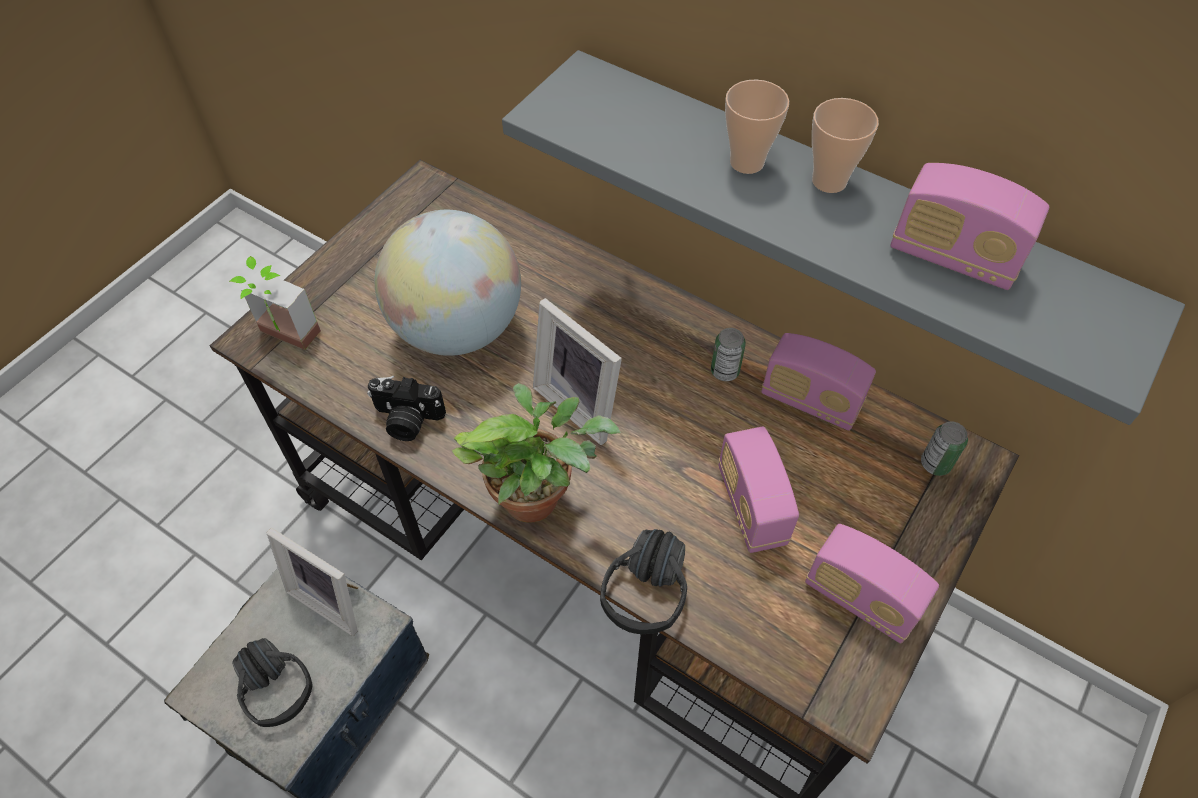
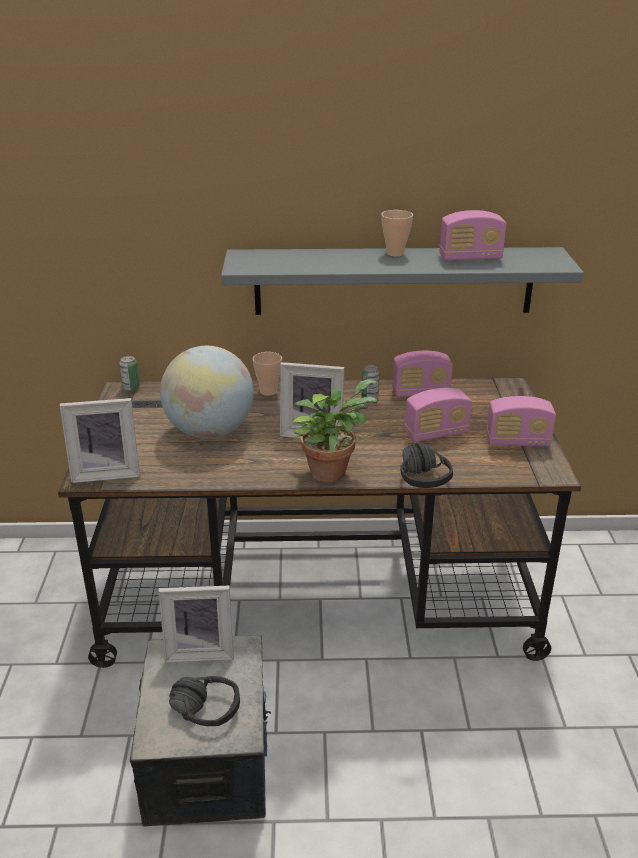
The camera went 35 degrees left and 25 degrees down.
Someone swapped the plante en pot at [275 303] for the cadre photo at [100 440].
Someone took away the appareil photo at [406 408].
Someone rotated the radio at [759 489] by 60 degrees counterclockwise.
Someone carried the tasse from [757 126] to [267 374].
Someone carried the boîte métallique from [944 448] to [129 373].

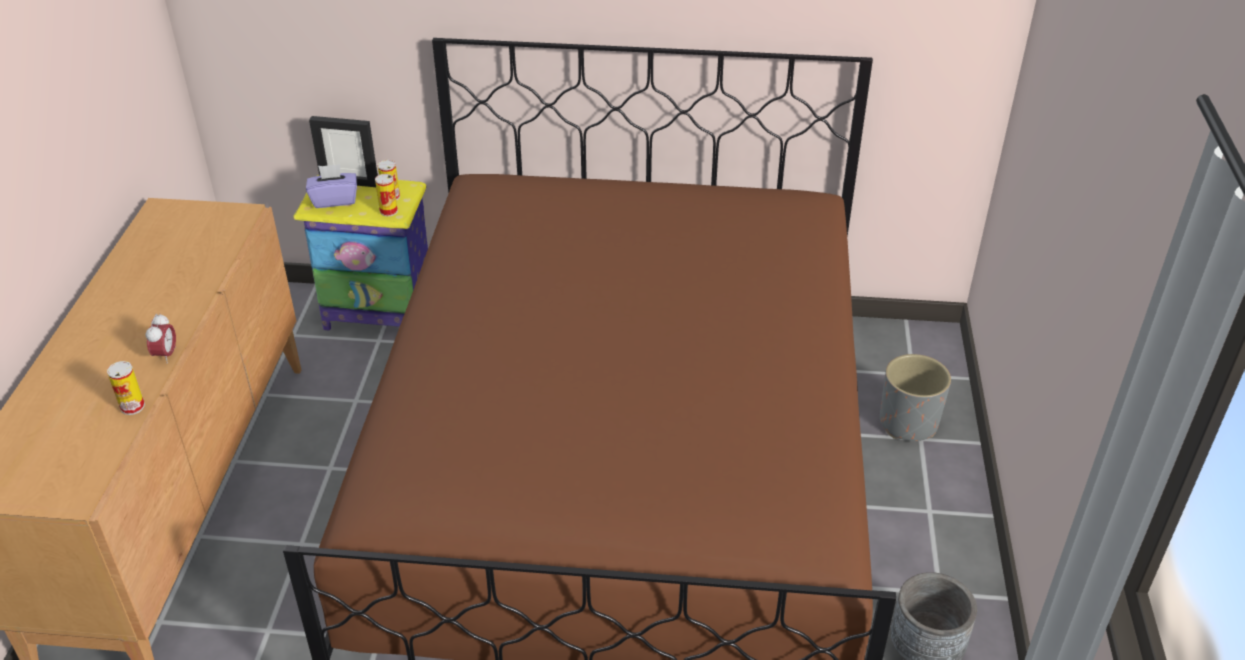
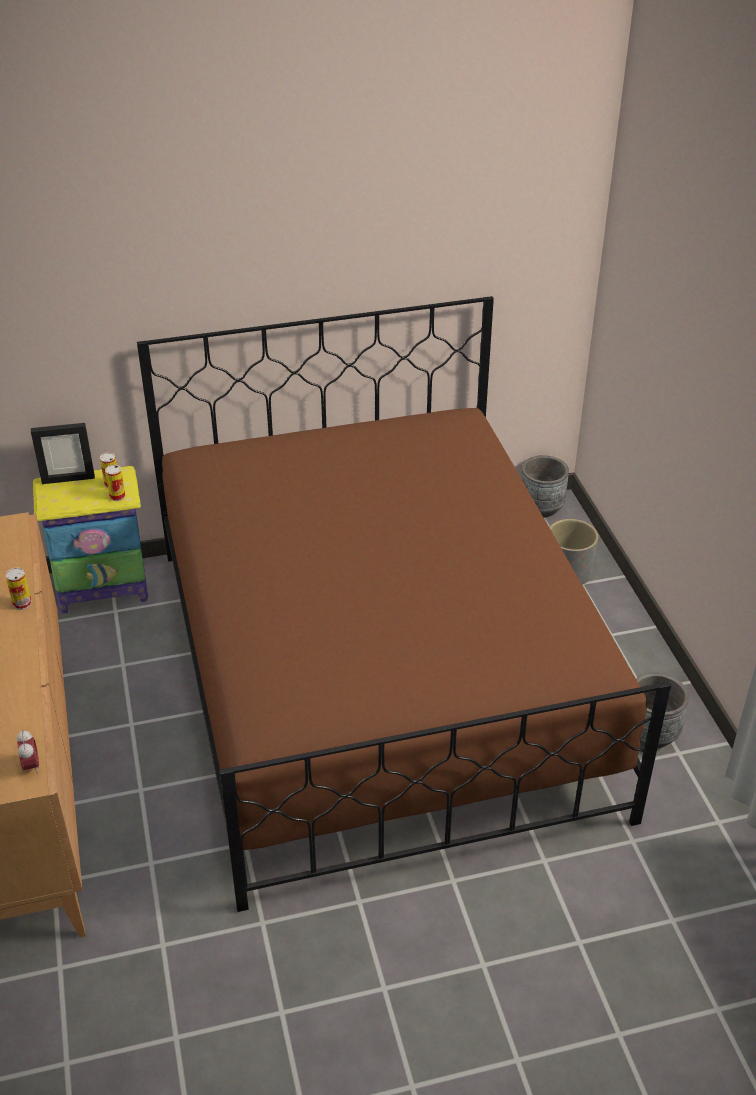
The camera went 20 degrees left and 0 degrees up.
Someone carried the boîte métallique from [126 388] to [18 588].
Someone carried the réveil from [161 338] to [28 752].
Someone took away the boîte à mouchoirs/violet at [331 186].
Someone put down the cache-pot/gris at [545 486].

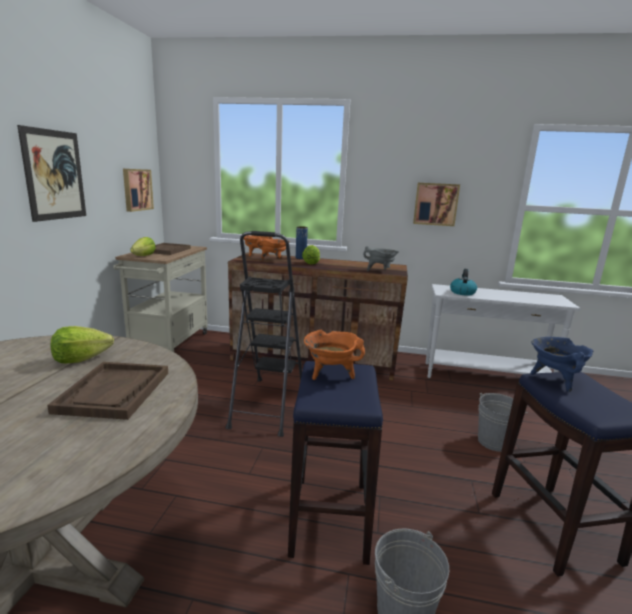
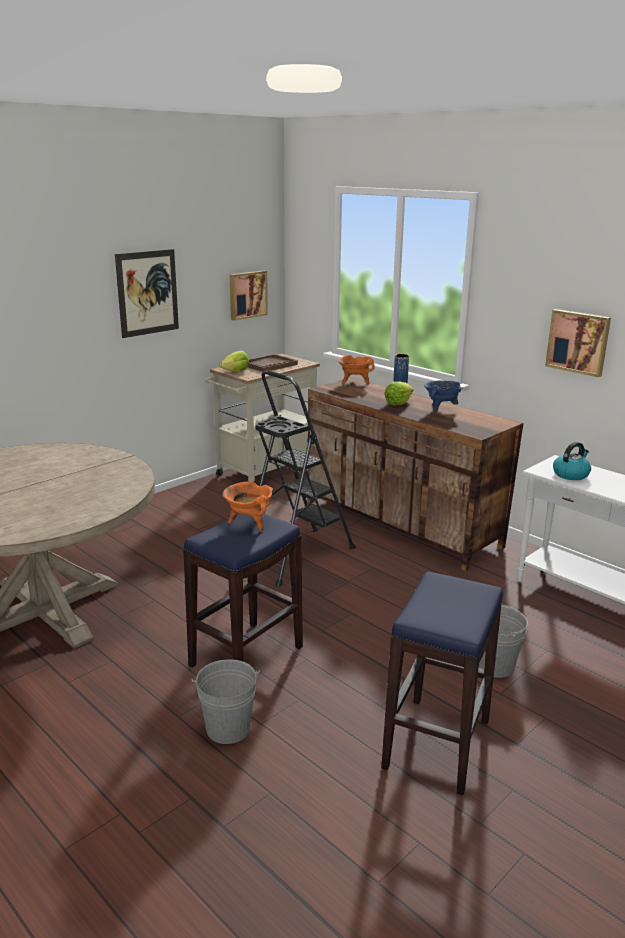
The camera went 35 degrees right and 5 degrees up.
Someone took away the plateau/marron at [107 391].
Someone took away the laitue at [82 344].
Someone took away the marmite/orange at [273 248].
Someone took away the marmite/gris at [381 258].
Someone carried the marmite/bleu from [561 364] to [443 397].

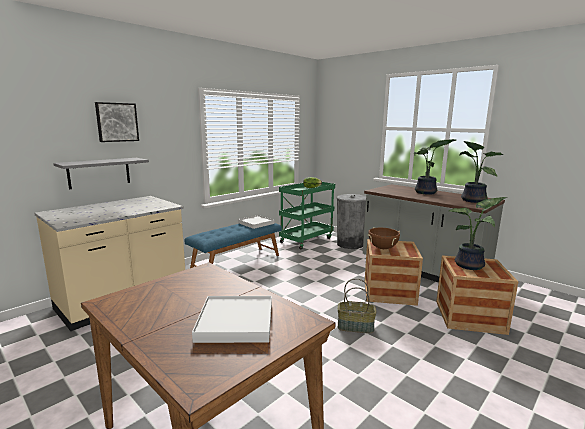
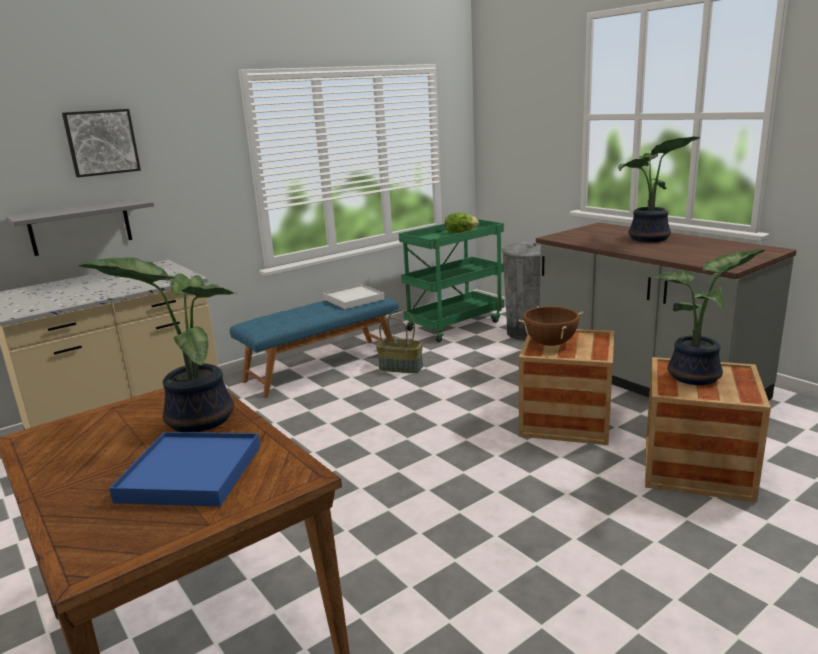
The camera went 10 degrees right and 5 degrees up.
Someone repainted the plateau/blanc at [232 319], which became the plateau/bleu at [184 469].
Someone carried the panier from [357 305] to [399 341].
Someone carried the plante en pot from [481 172] to [157 344].

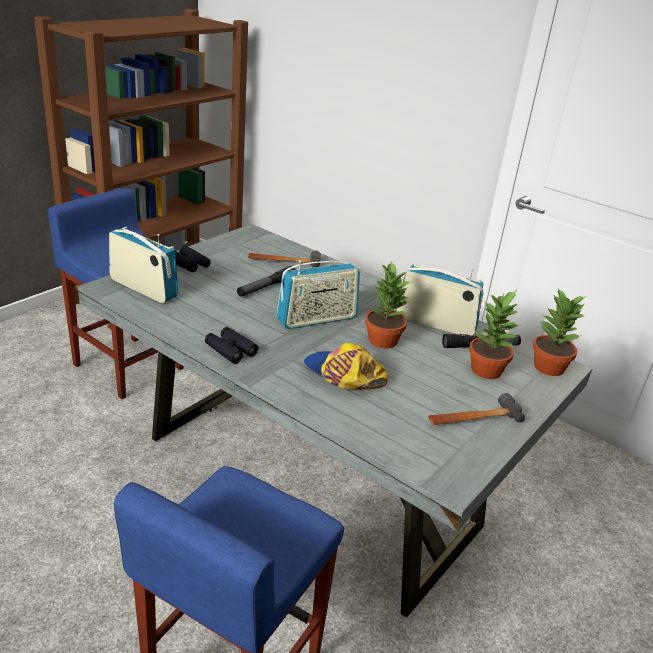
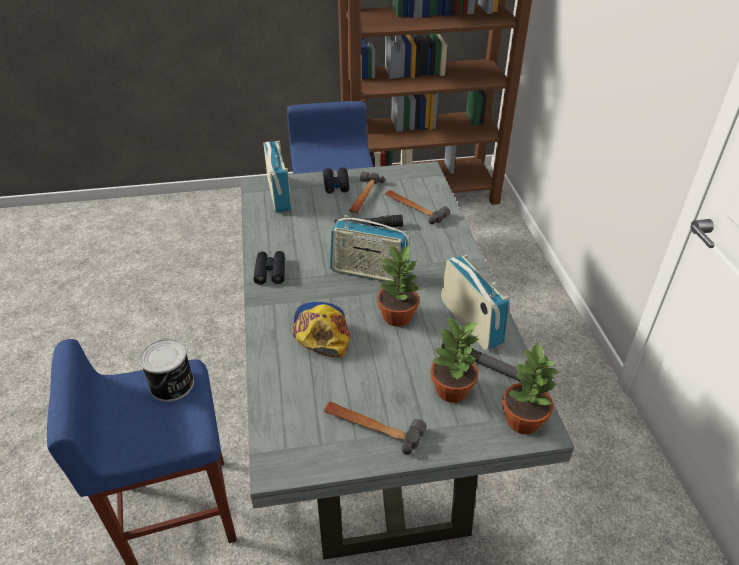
The camera went 45 degrees right and 10 degrees up.
Someone put down the boîte métallique at [167 370].
Someone put down the marteau at [367 192].

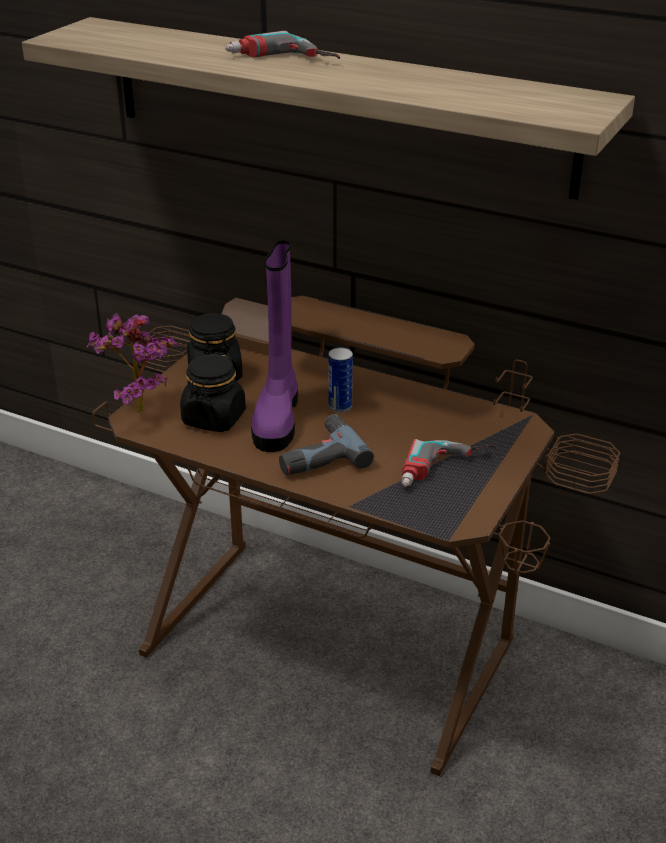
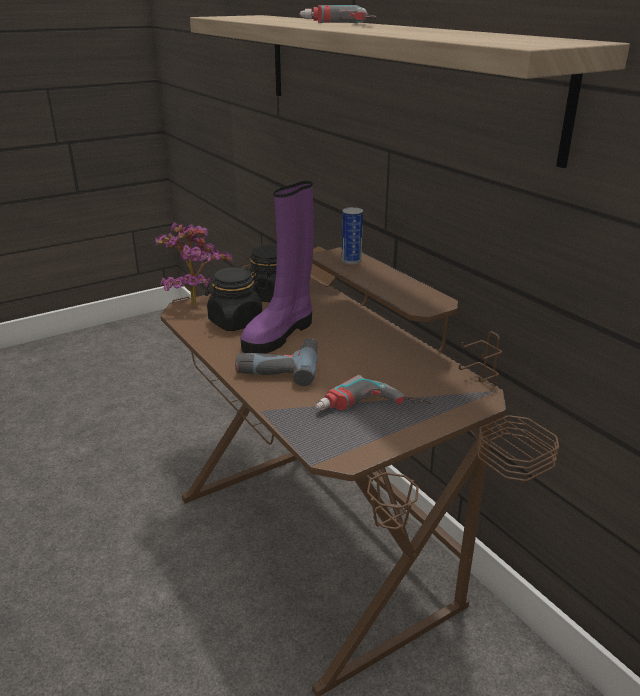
The camera went 30 degrees right and 5 degrees down.
Someone carried the boîte métallique from [340 380] to [352 235].

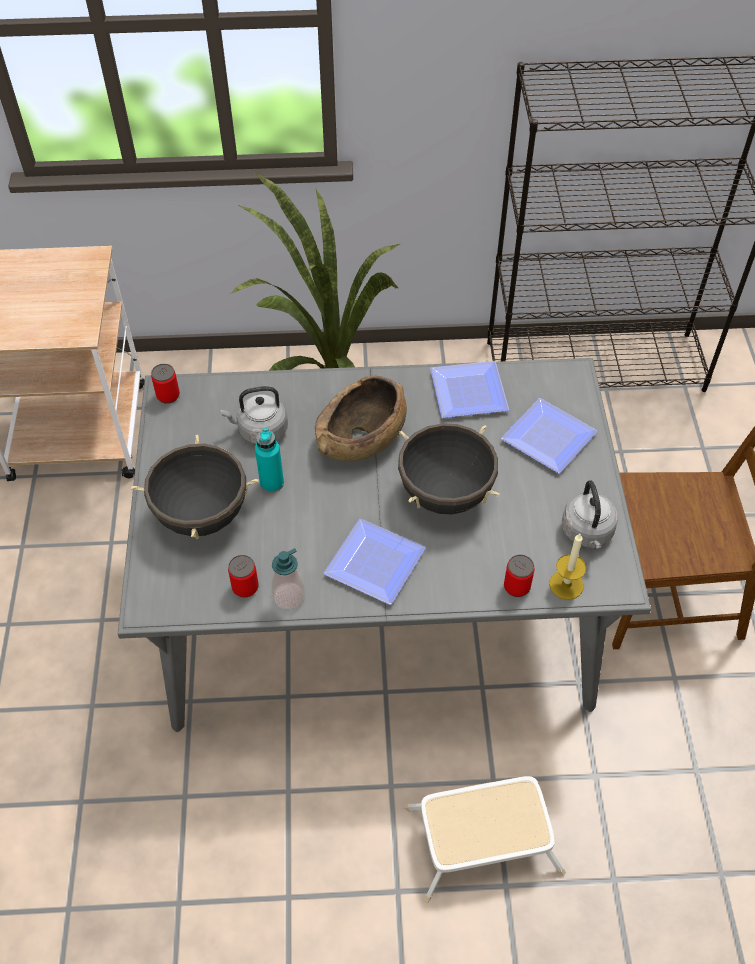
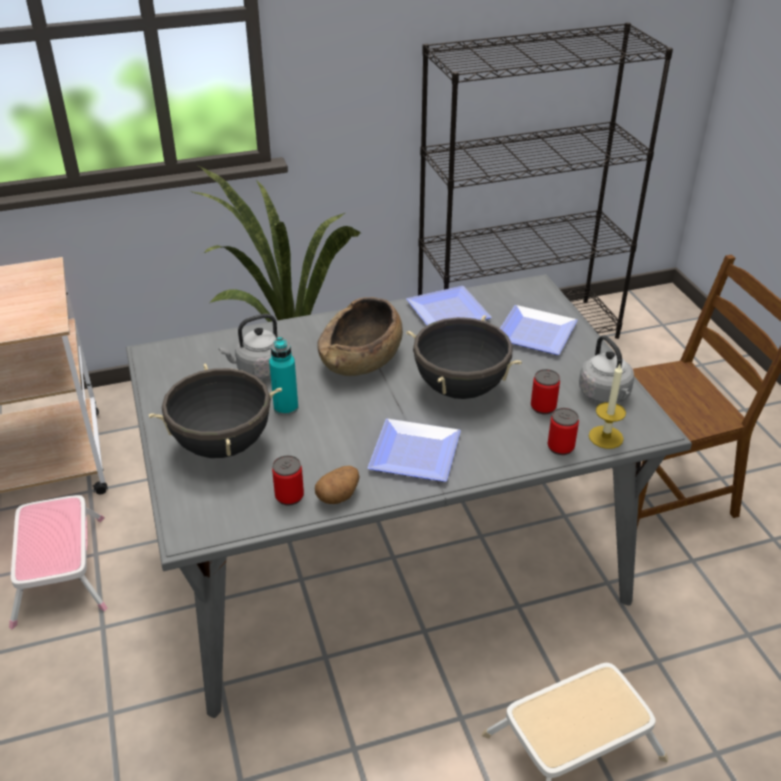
The camera went 15 degrees left and 15 degrees down.
Someone carried the boîte métallique from [165 384] to [545 391].
Someone swapped the distributeur de savon at [288 579] for the pomme de terre at [337 485].
Someone put down the escabeau/rose at [58 562].

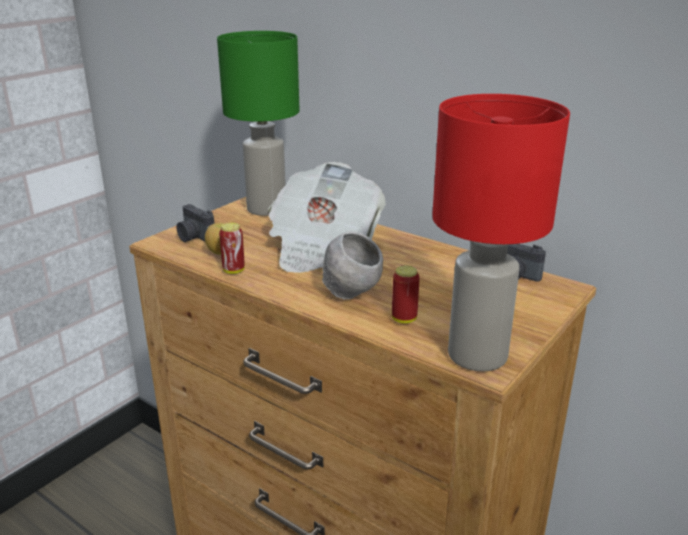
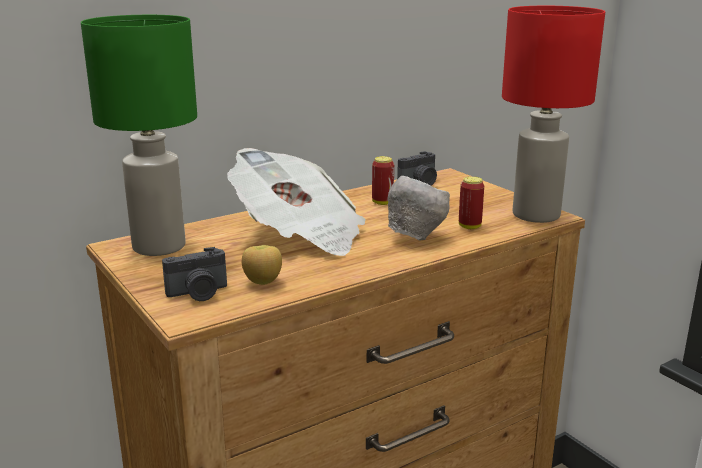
The camera went 70 degrees left and 5 degrees down.
Someone carried the boîte métallique from [232 248] to [383 180].

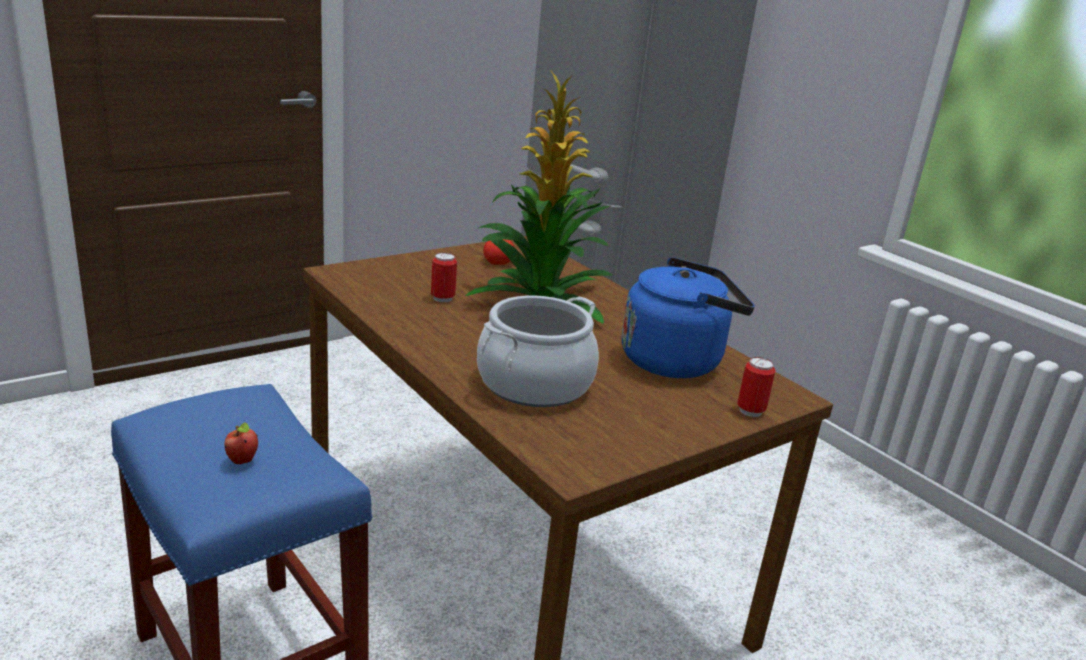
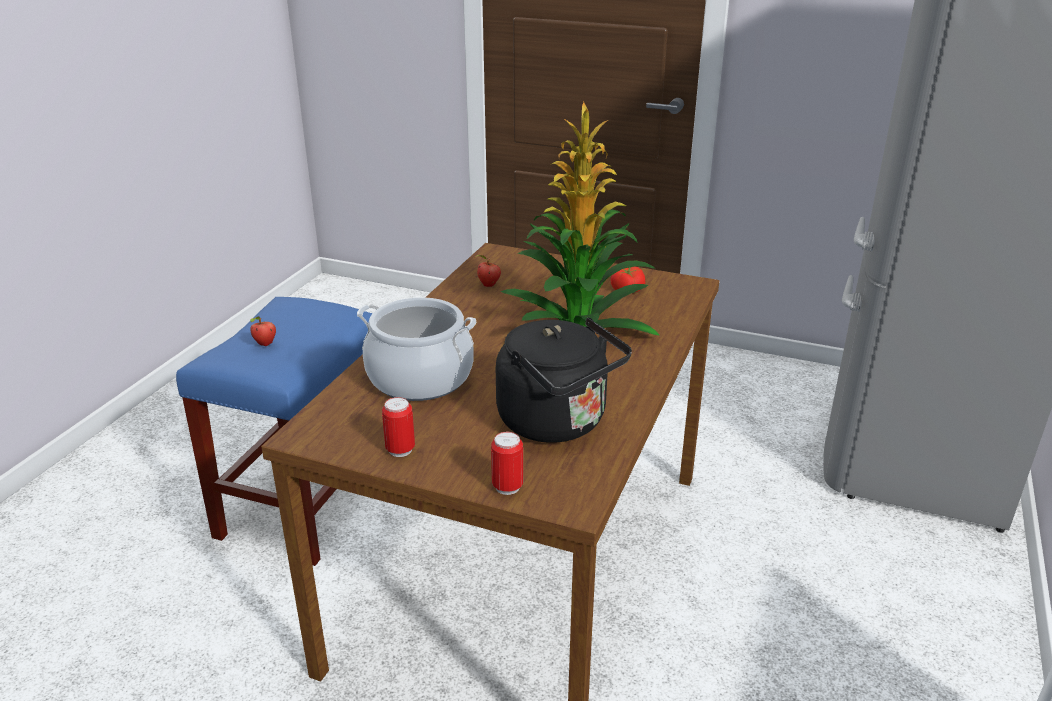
The camera went 60 degrees right and 5 degrees up.
Someone carried the boîte métallique from [444 277] to [398 427].
Someone repainted the bouilloire/bleu at [688 317], which became the bouilloire/noir at [564 380].
Someone put down the pomme at [487 271].

